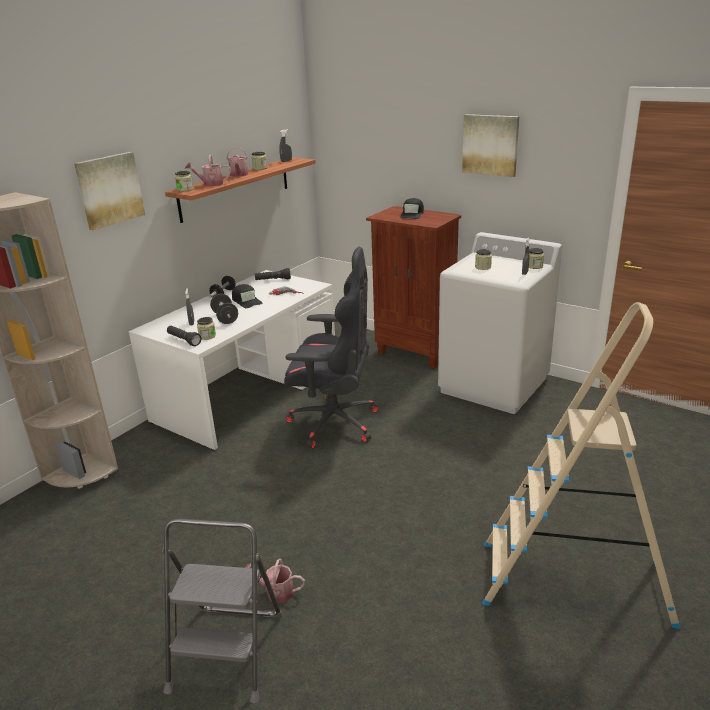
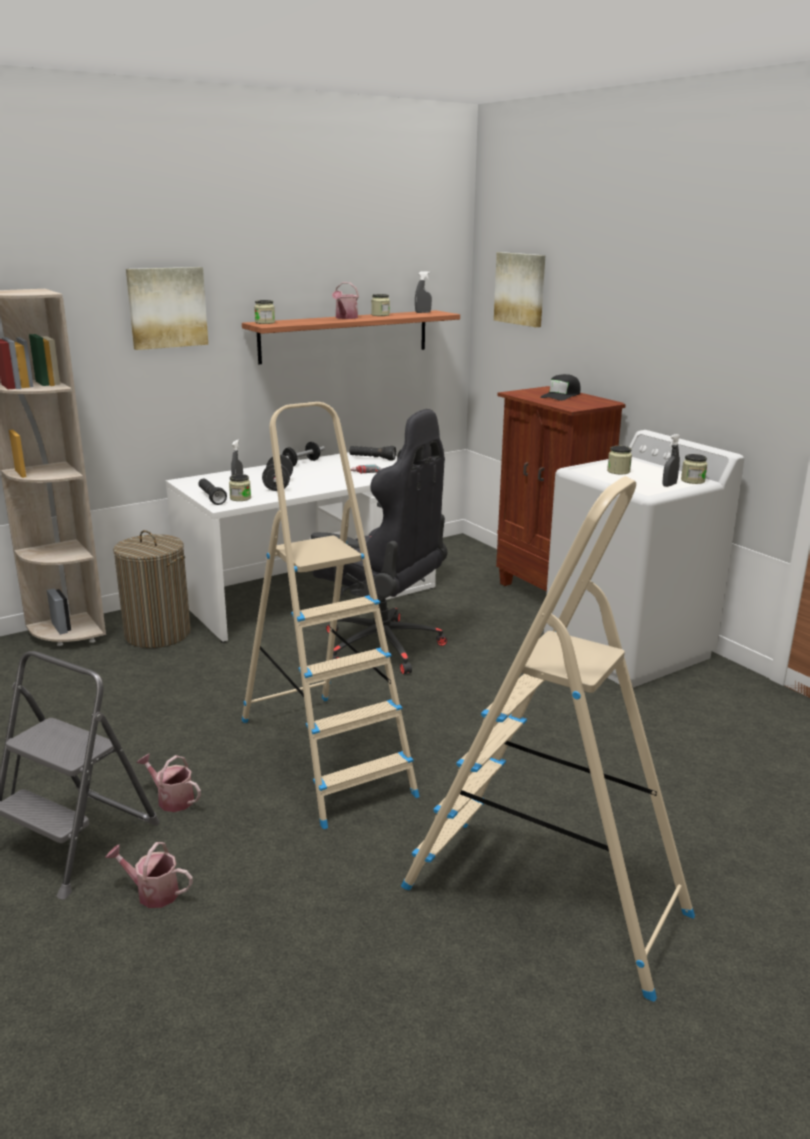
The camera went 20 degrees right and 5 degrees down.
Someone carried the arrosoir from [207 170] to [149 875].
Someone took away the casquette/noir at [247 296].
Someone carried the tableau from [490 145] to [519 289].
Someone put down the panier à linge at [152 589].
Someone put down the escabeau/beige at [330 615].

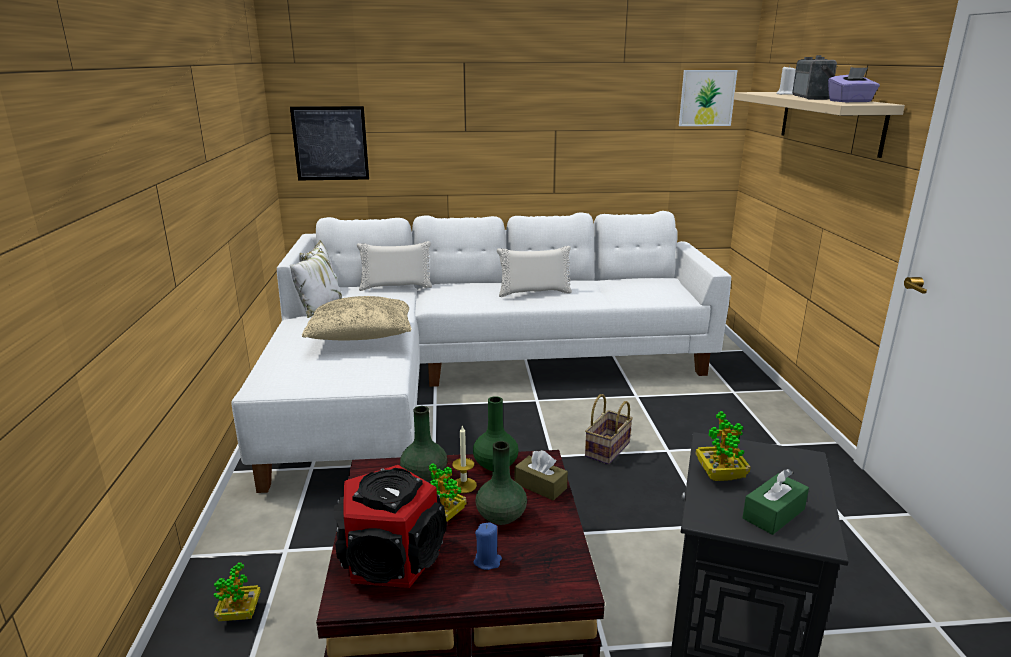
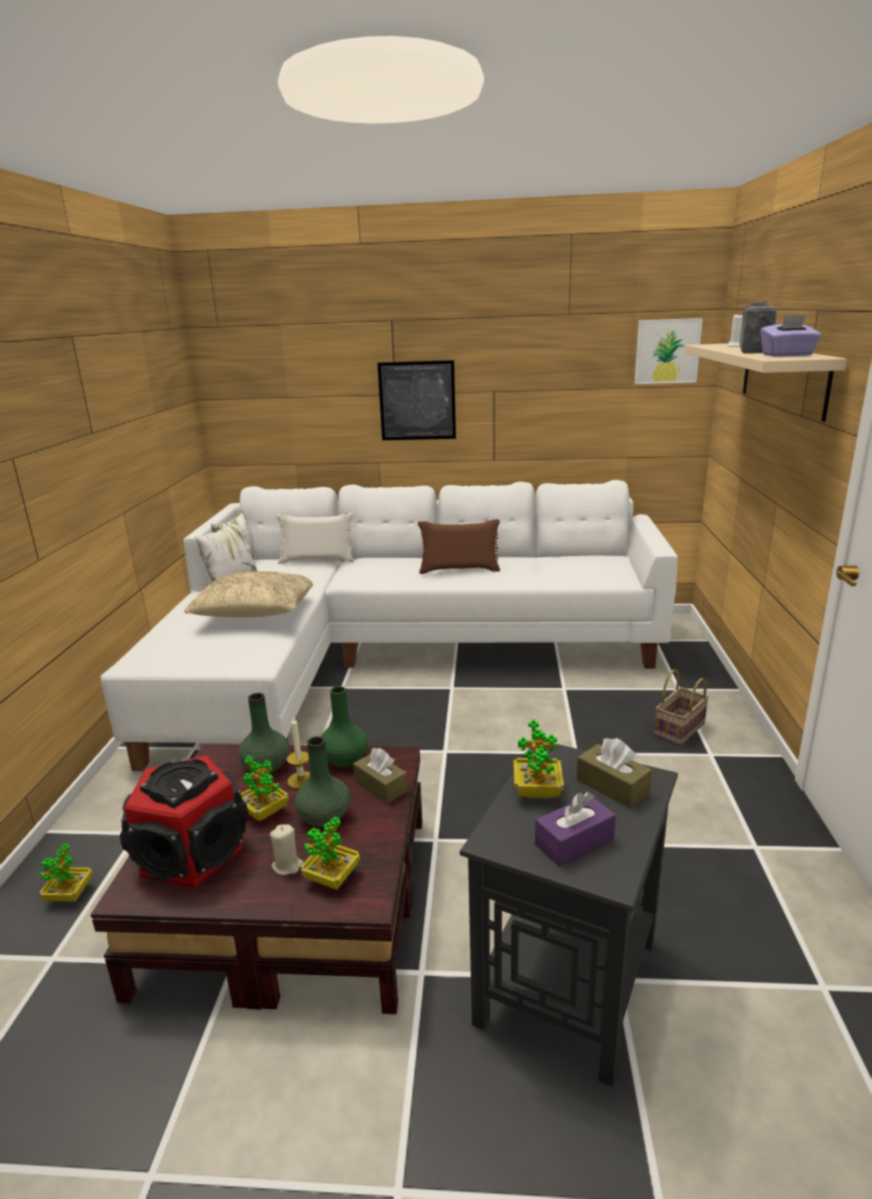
The camera went 10 degrees right and 0 degrees up.
Someone carried the tableau from [329 143] to [416 400].
Someone repainted the bougie/bleu at [487 546], which became the bougie/beige at [287 849].
Someone repainted the coussin/blanc at [534 271], which became the coussin/marron at [459 546].
Someone carried the panier from [609 429] to [681 707].
Someone repainted the boîte à mouchoirs/vert at [775 502], which became the boîte à mouchoirs/violet at [575 829].
Someone put down the plante en pot at [330 853].
Someone put down the boîte à mouchoirs/marron at [614 773].

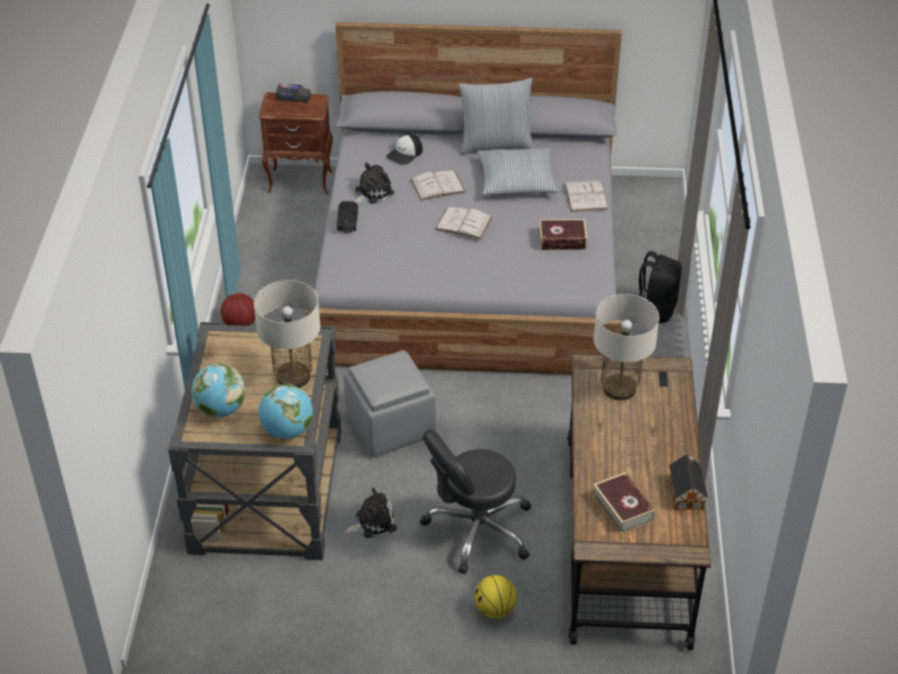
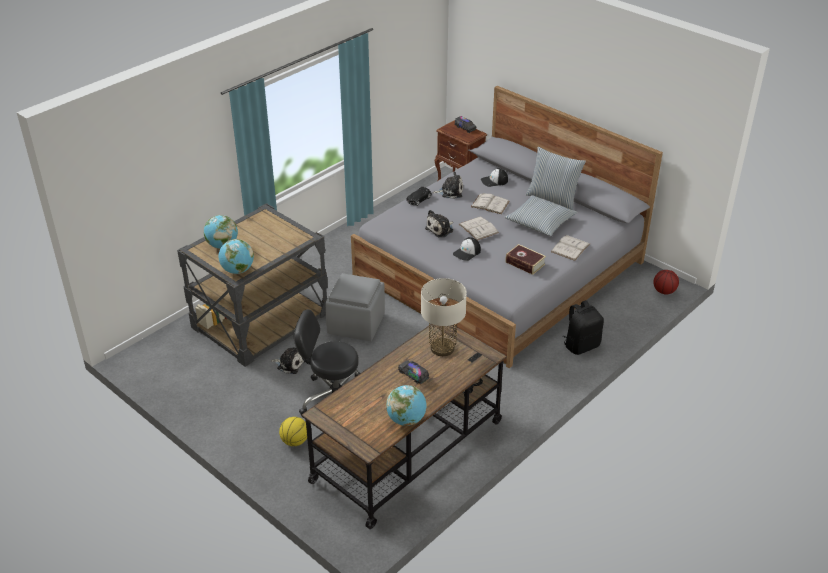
The camera went 40 degrees right and 5 degrees down.
Someone carried the ballon de basket from [238 309] to [666 282].
Someone took away the lampe de table at [287 334].
Someone took away the livre at [623 503].
Someone swapped the maison miniature at [688 482] for the globe at [406 405].
Someone put down the camion jouet at [413 372].
Someone put down the peluche at [439 223].
Someone put down the casquette at [467 249].

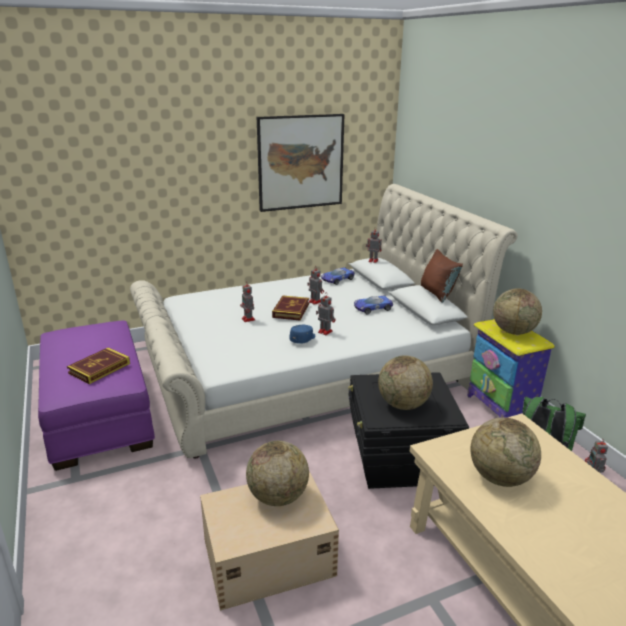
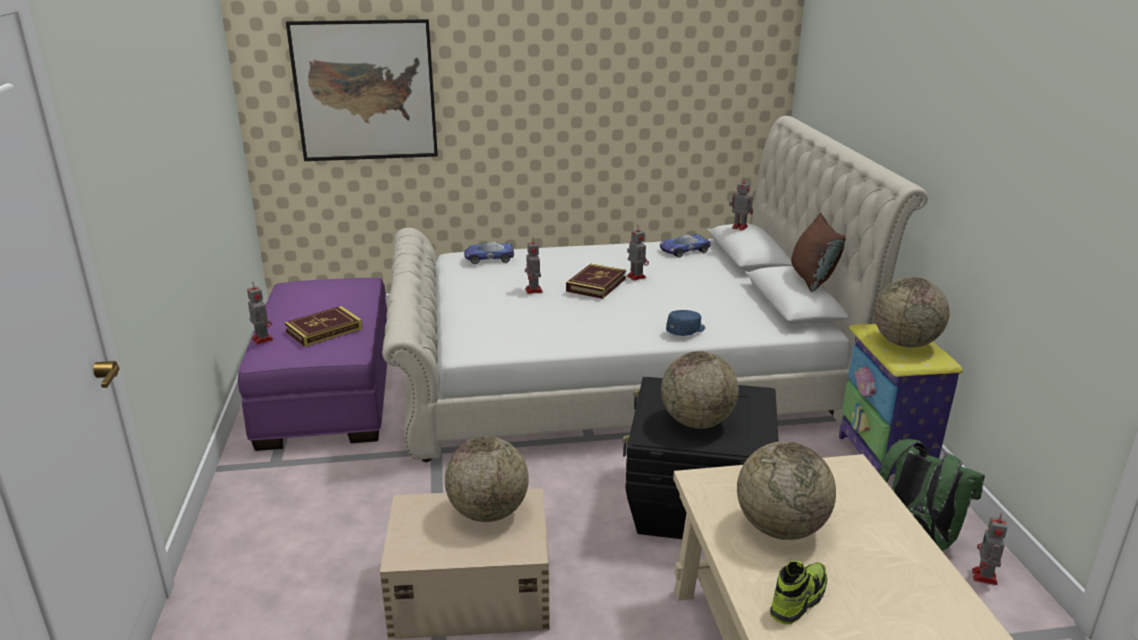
The camera went 15 degrees right and 0 degrees up.
Someone carried the tableau from [301 163] to [362 90].
Someone carried the casquette/bleu from [302 334] to [685 323].
Someone carried the robot jouet from [326 315] to [260 313].
Someone carried the petite voiture from [373 304] to [489 253].
Someone put down the chaussure at [798 592].

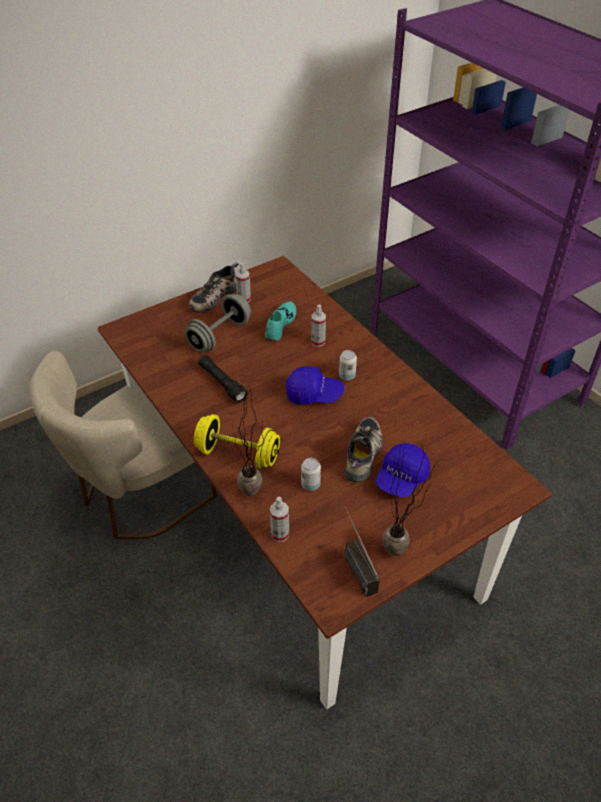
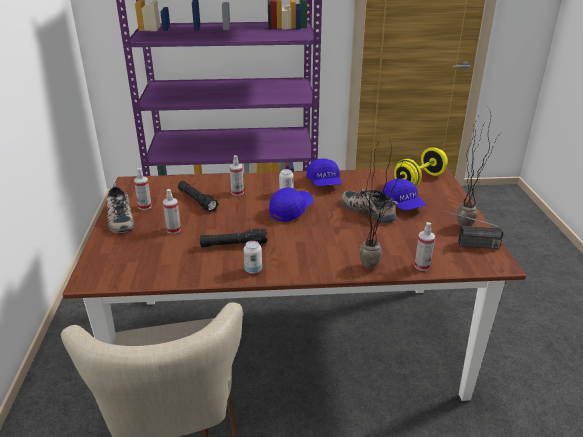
The camera went 60 degrees left and 15 degrees down.
Someone swapped the haltère/gris at [218 323] for the vaporisateur at [172 211].
Someone carried the haltère/jaune from [237 441] to [421 166].
Someone swapped the chaussure/turquoise at [280 320] for the lampe de poche/noir at [198 196].
Someone carried the boîte métallique from [311 474] to [253 257].
Someone put down the casquette/bleu at [323 172].

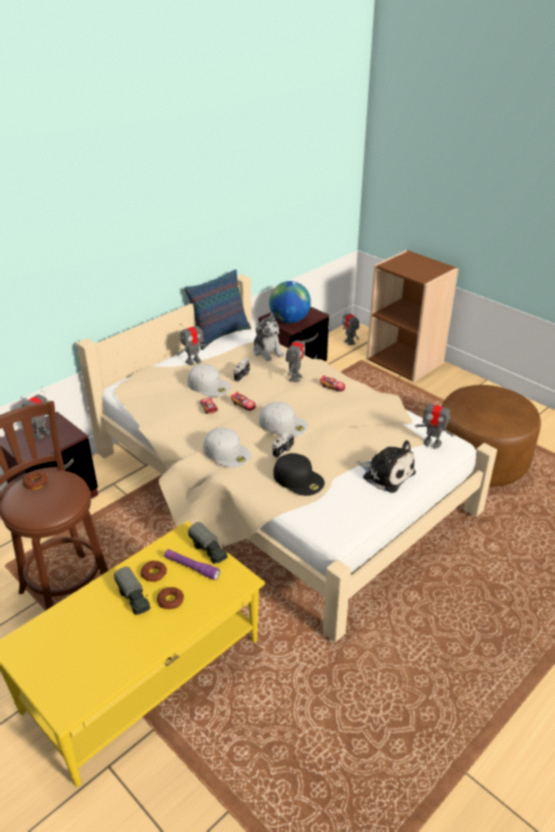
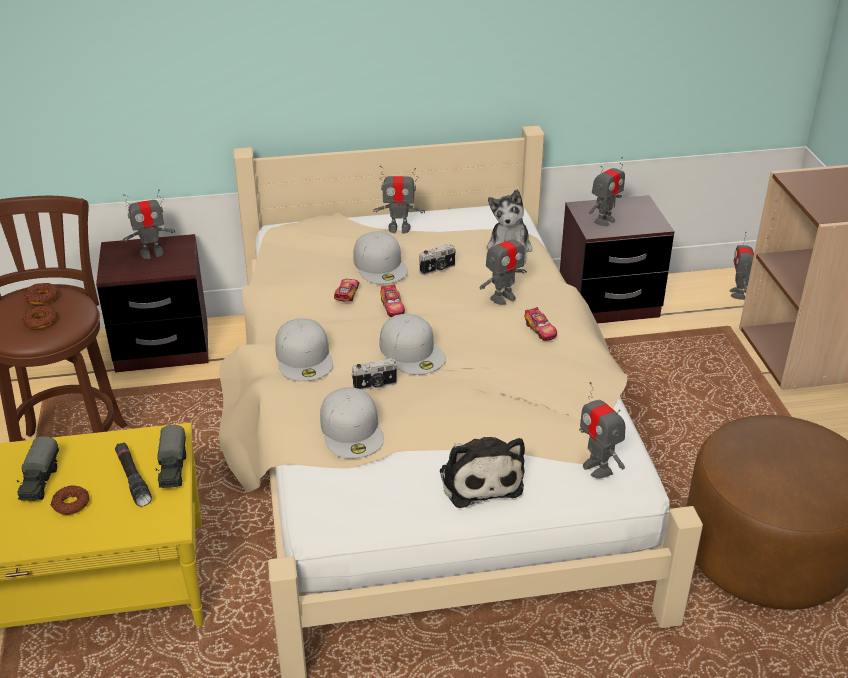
The camera went 35 degrees right and 0 degrees up.
Someone carried the beignet from [154 571] to [39 317].
Someone repainted the lampe de poche/violet at [192 564], which became the lampe de poche/noir at [133 474].
Someone took away the coussin/bleu at [217 310].
Someone swapped the globe at [290 302] for the robot jouet at [607 191].
Someone repainted the casquette/noir at [299 474], which became the casquette/blanc at [352 423].

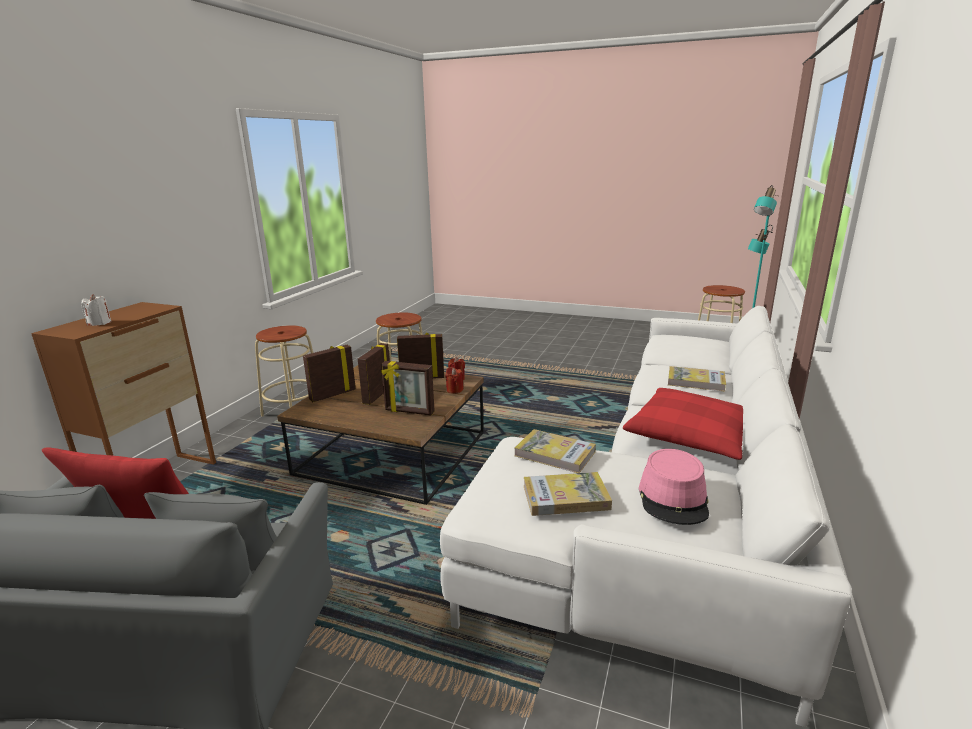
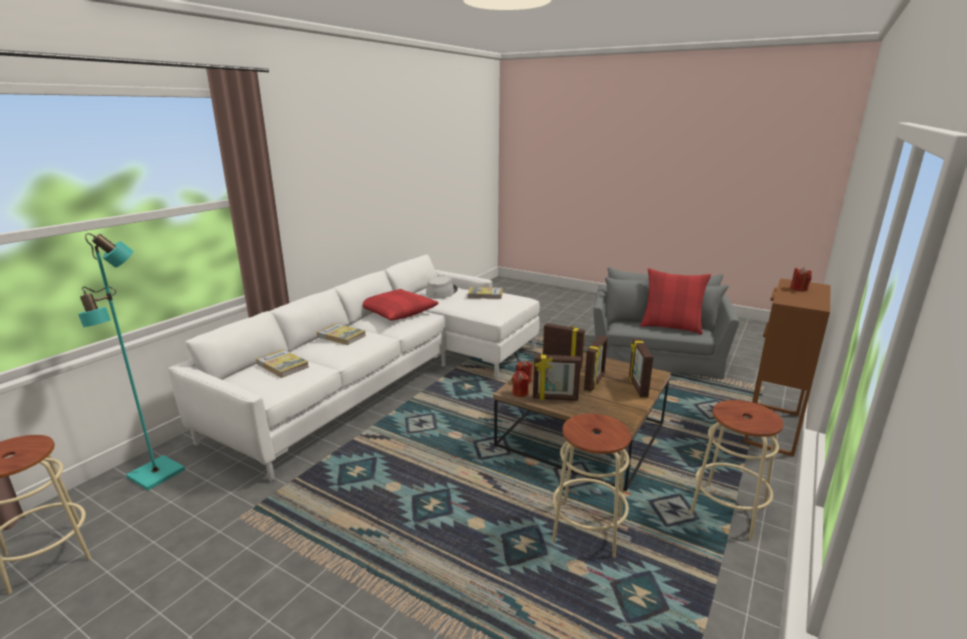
The camera went 170 degrees left and 0 degrees up.
Someone repainted the bougie/blanc at [96 310], which became the bougie/rouge at [801 279].
Someone rotated the cadre photo at [329 373] by 120 degrees clockwise.
Someone carried the livre from [555 451] to [282 363].
Someone repainted the chapeau/rose at [674 487], which became the chapeau/gris at [442 287].

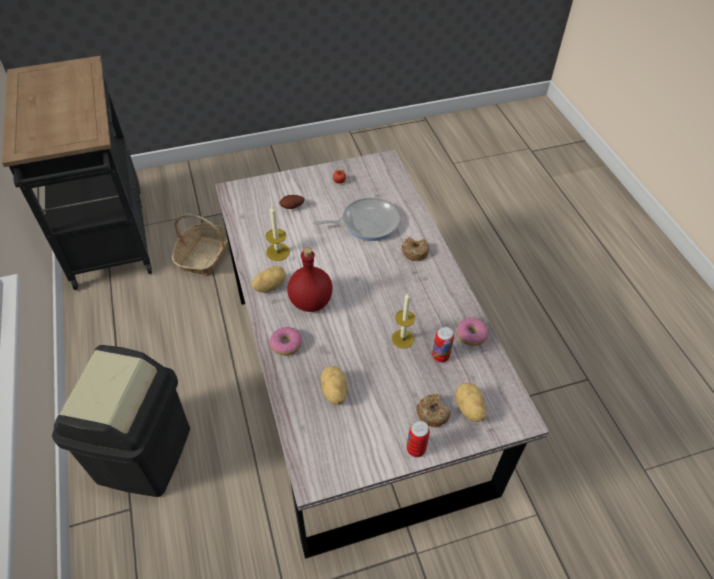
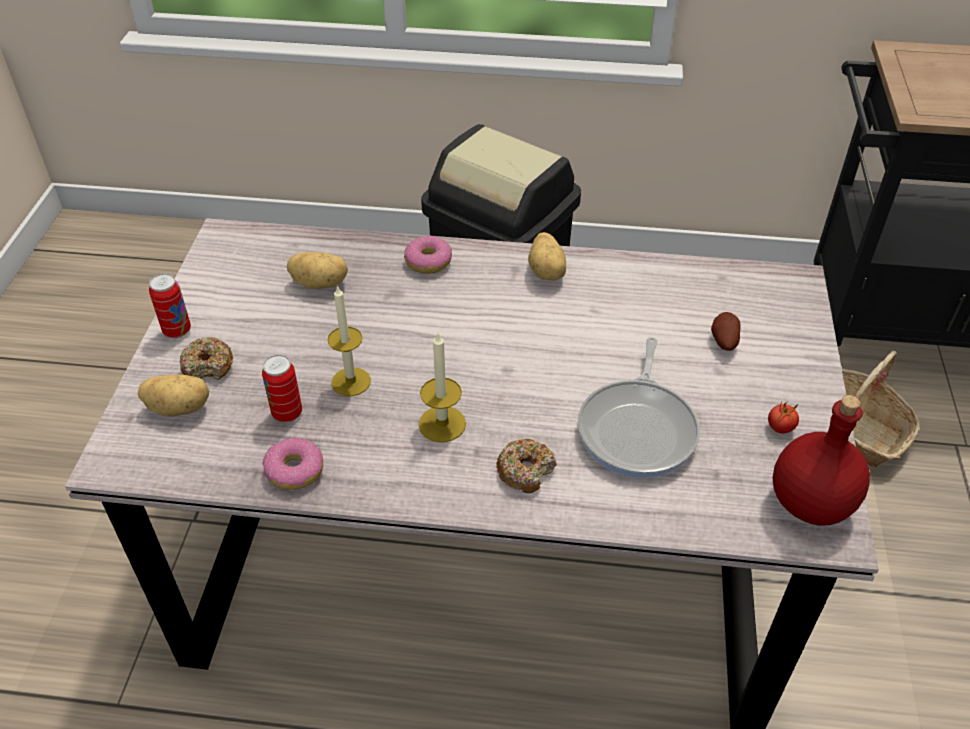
The camera went 115 degrees right and 5 degrees down.
Someone carried the bougie from [278 233] to [442 387].
Someone carried the bouteille/rouge from [310 279] to [821 460].

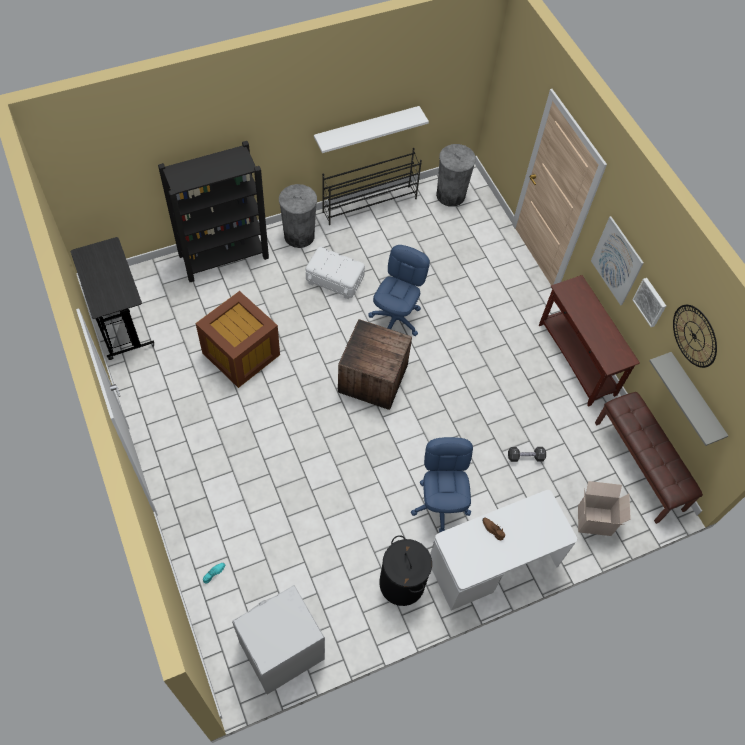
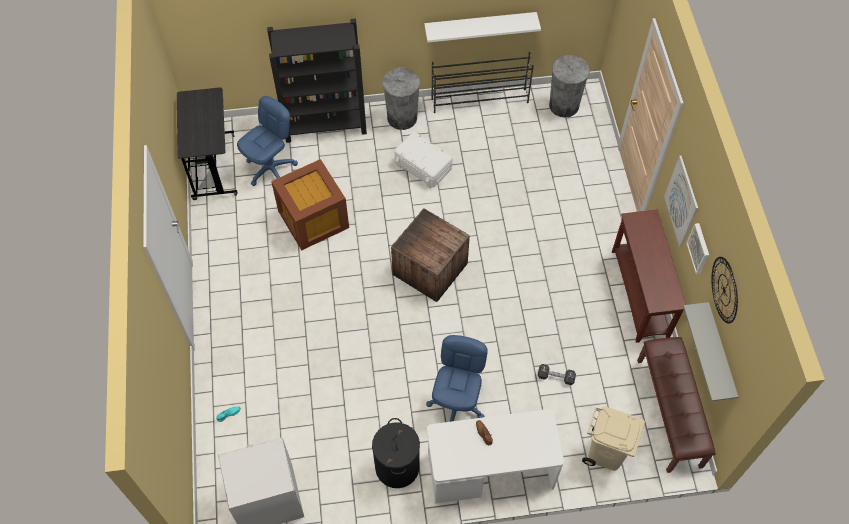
The camera went 20 degrees right and 0 degrees up.
Someone carried the chaise de bureau/bleu from [399 290] to [267 141].
Someone swapped the carton at [604 508] for the poubelle/beige at [613 439].

